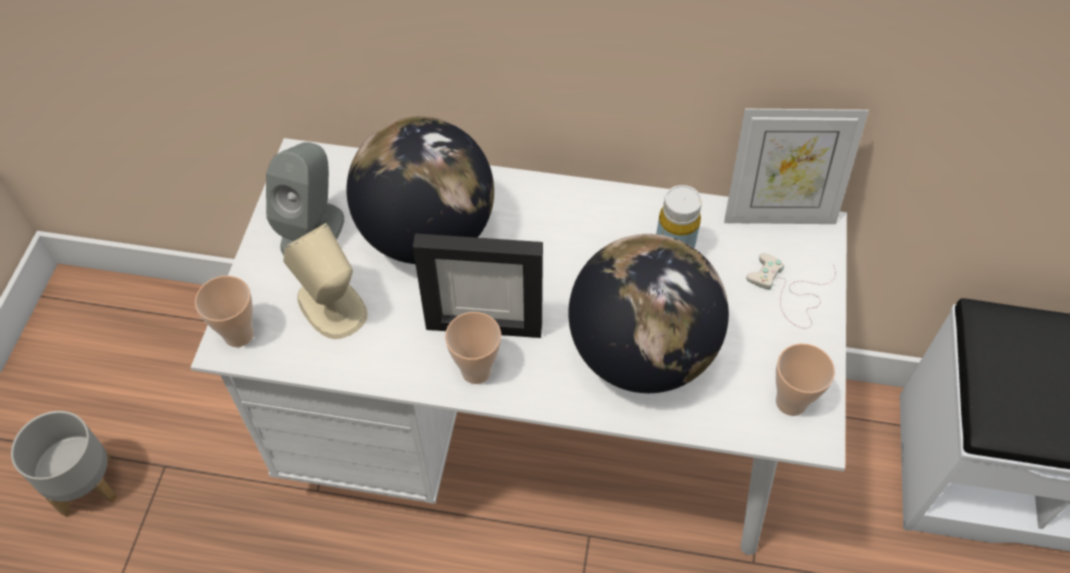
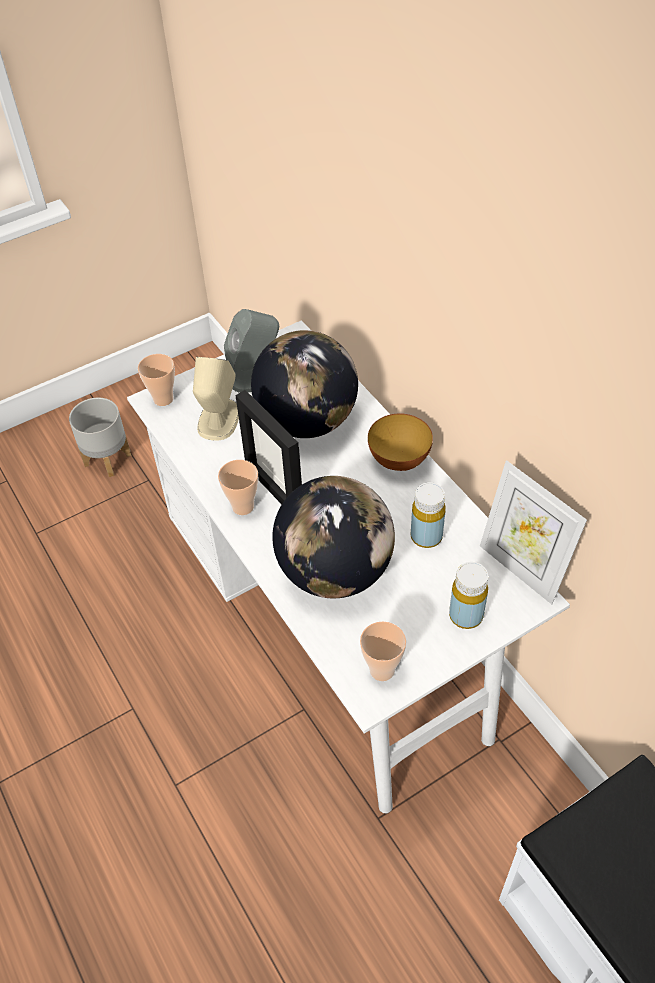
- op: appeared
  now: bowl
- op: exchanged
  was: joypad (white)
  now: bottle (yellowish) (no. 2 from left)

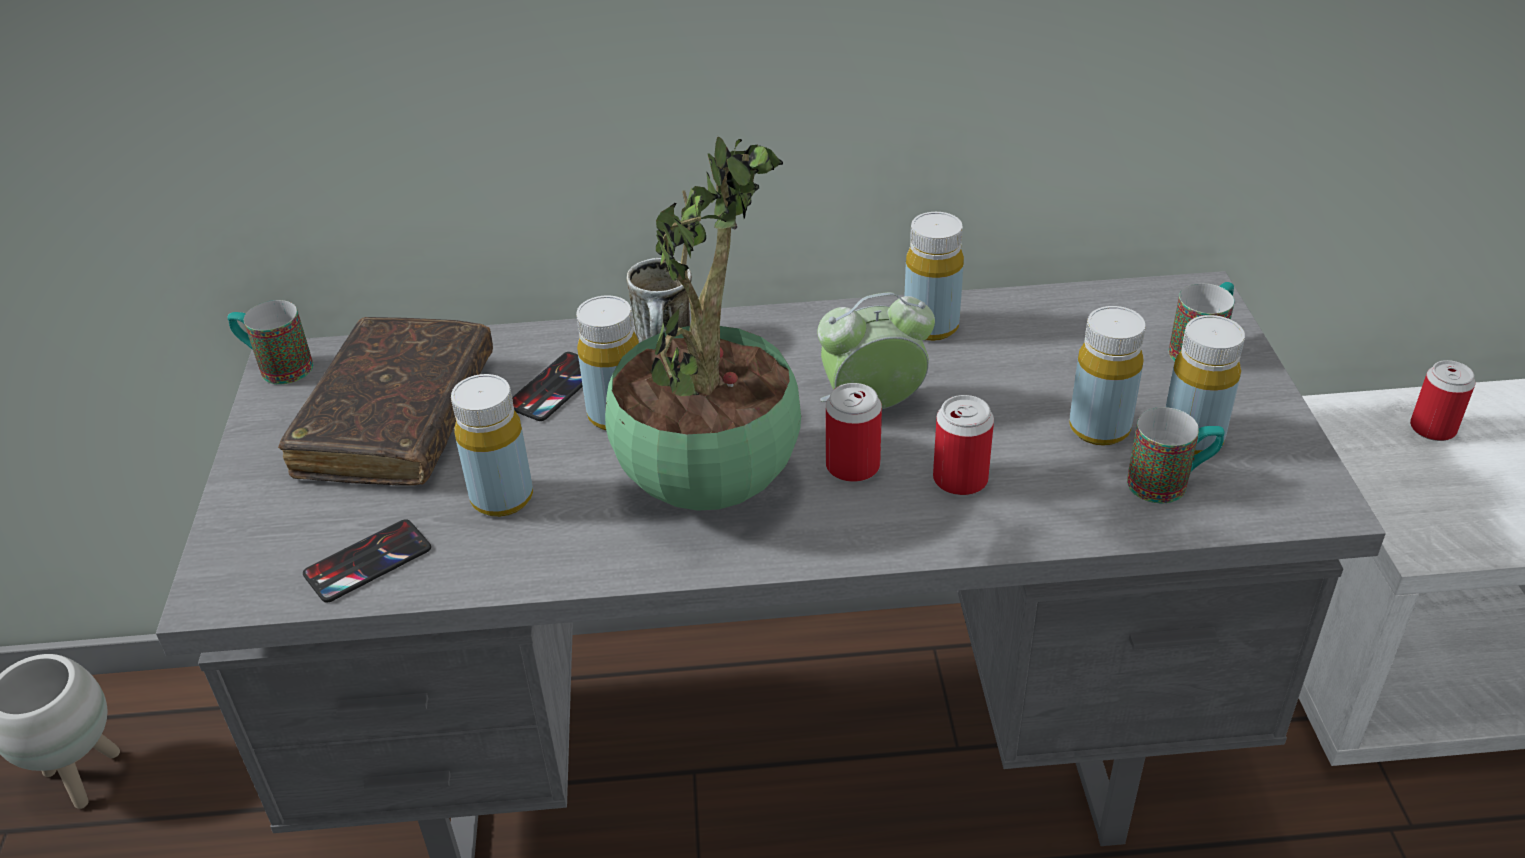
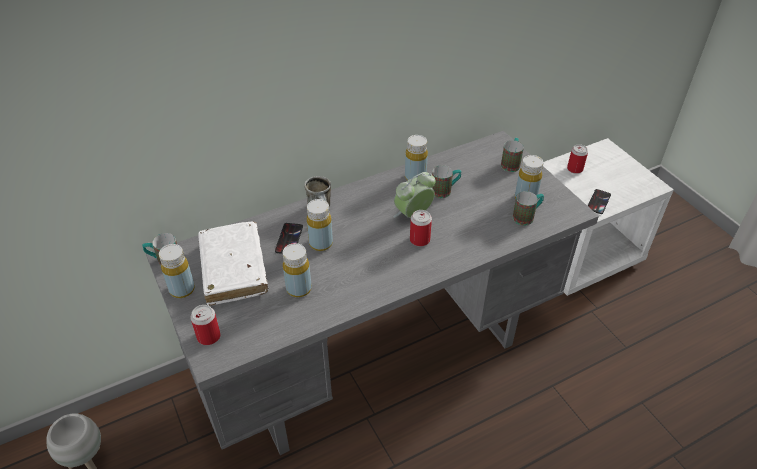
- op: relocated
  was: bottle (yellowish) (no. 4 from left in the first image)
  now: bottle (yellowish) (no. 1 from left)
- op: relocated
  was: sealed can (no. 2 from left in the first image)
  now: sealed can (no. 1 from left)
- op: colour
  was: book (brownish)
  now: book (white)
- op: appeared
  now: coffee mug (no. 3 from left)
- op: relocated
  was: telephone (no. 1 from left in the first image)
  now: telephone (no. 2 from left)
- op: missing
  was: plant in a pot

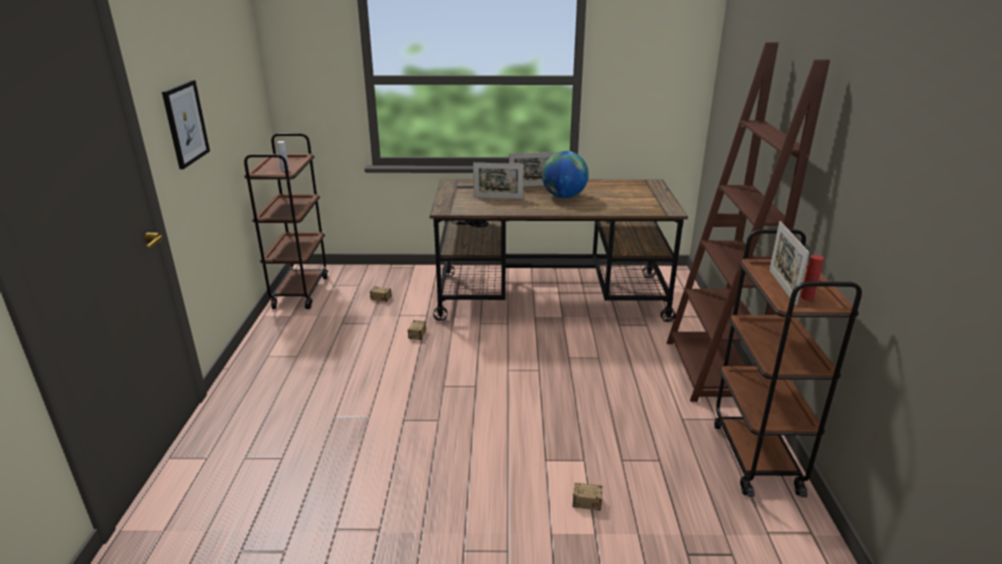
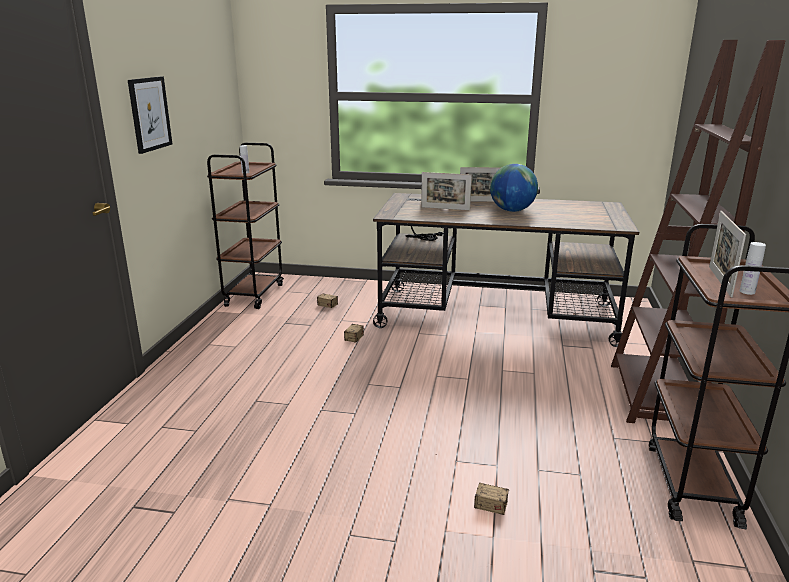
- op: colour
  was: bottle (reddish)
  now: bottle (white) (no. 2 from left)

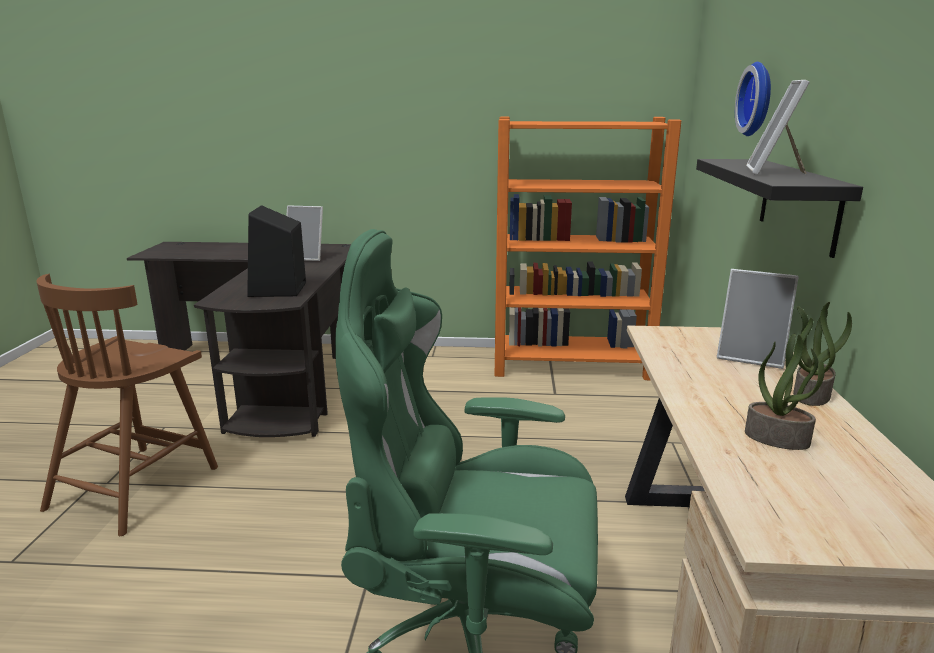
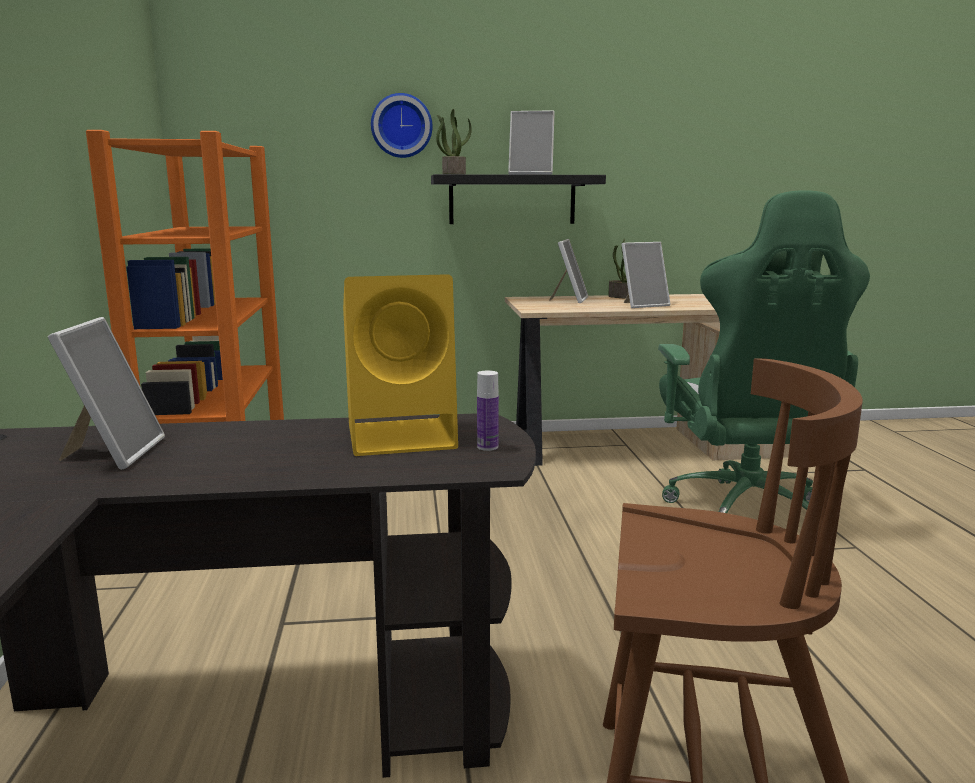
- op: colour
  was: speaker (black-coloured)
  now: speaker (yellowish)
- op: relocated
  was: plant in a pot (no. 1 from left)
- op: appeared
  now: bottle
- op: appeared
  now: photo frame (no. 4 from left)

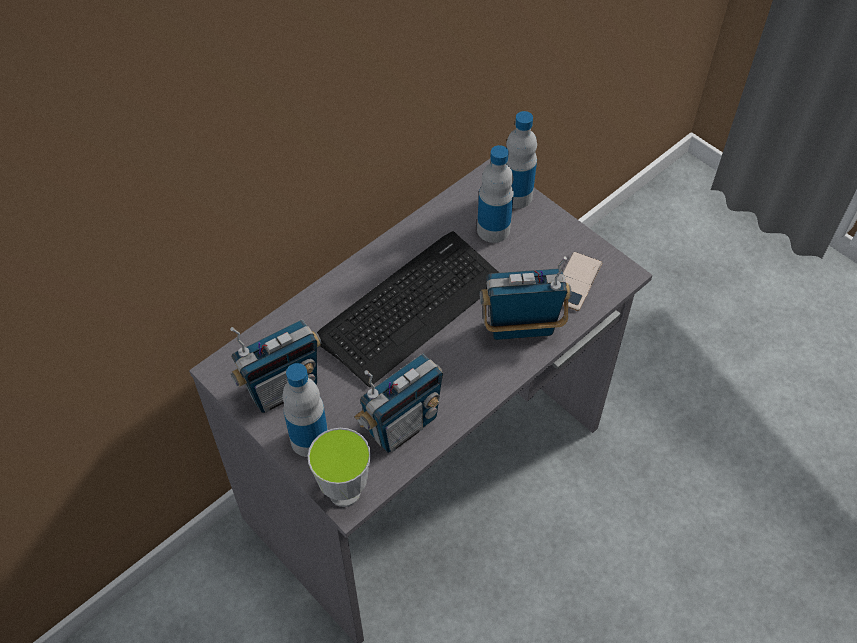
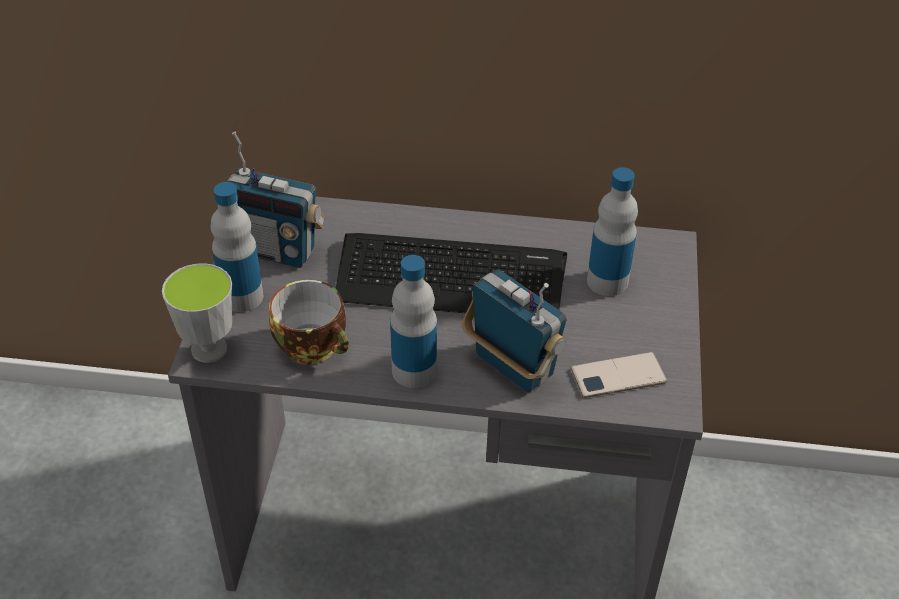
- op: exchanged
  was: radio receiver (no. 2 from left)
  now: cup (no. 2 from left)
- op: relocated
  was: bottle (no. 3 from left in the first image)
  now: bottle (no. 2 from left)

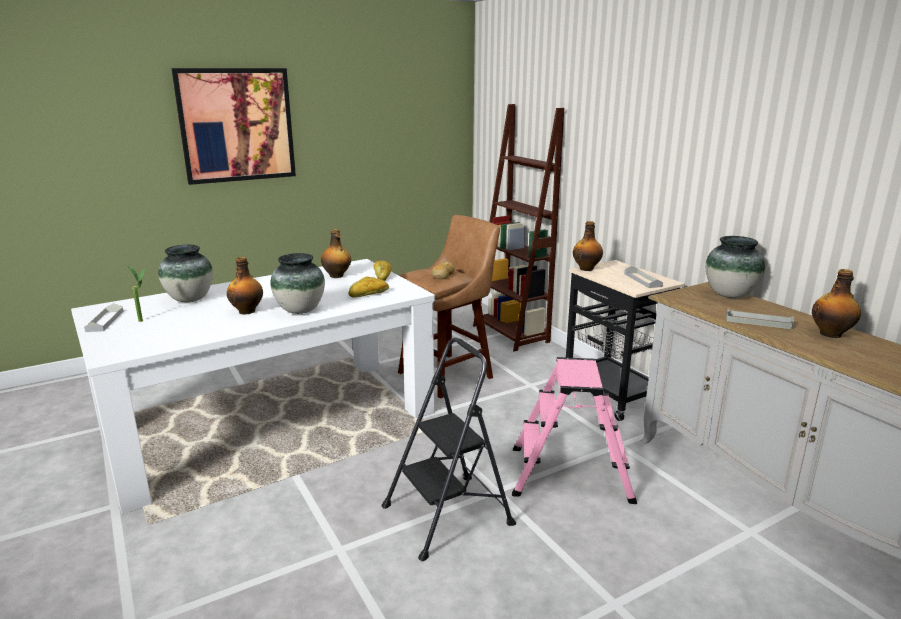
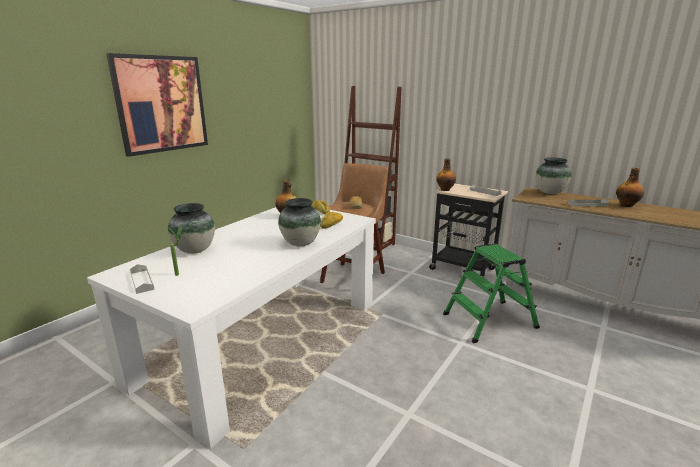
- op: colour
  was: step ladder (pinkish)
  now: step ladder (greenish)
- op: missing
  was: bottle (no. 1 from left)
- op: missing
  was: step ladder (black-coloured)

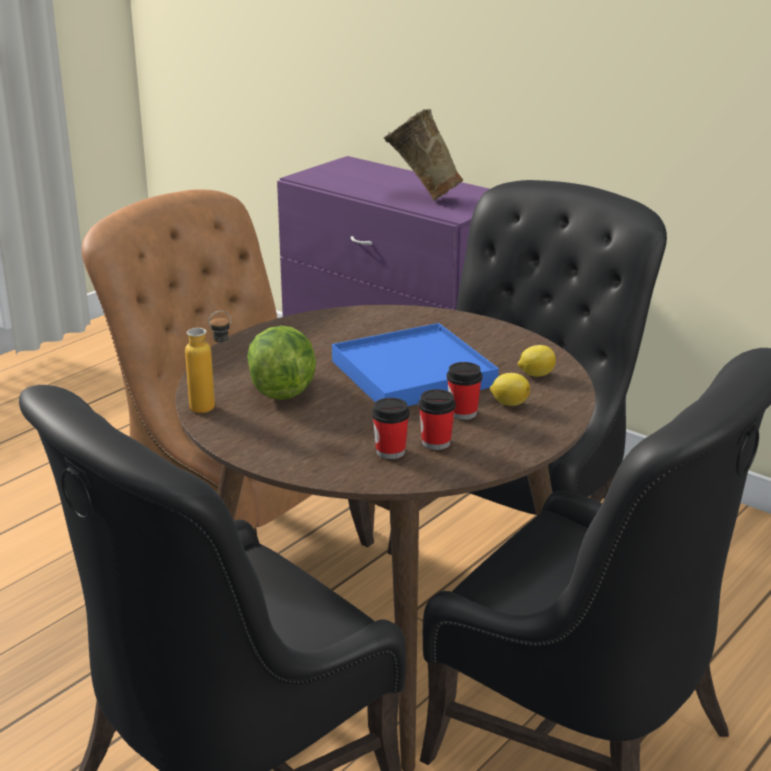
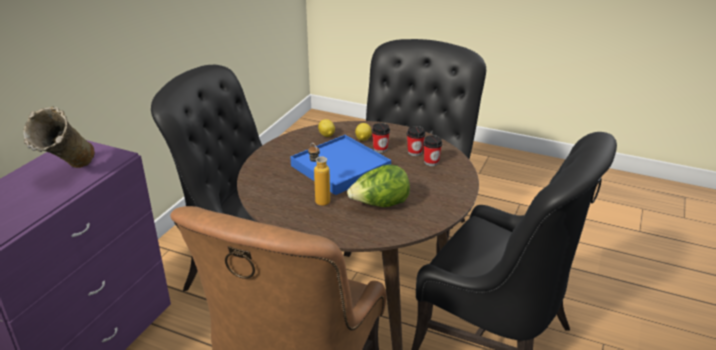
- op: relocated
  was: bottle

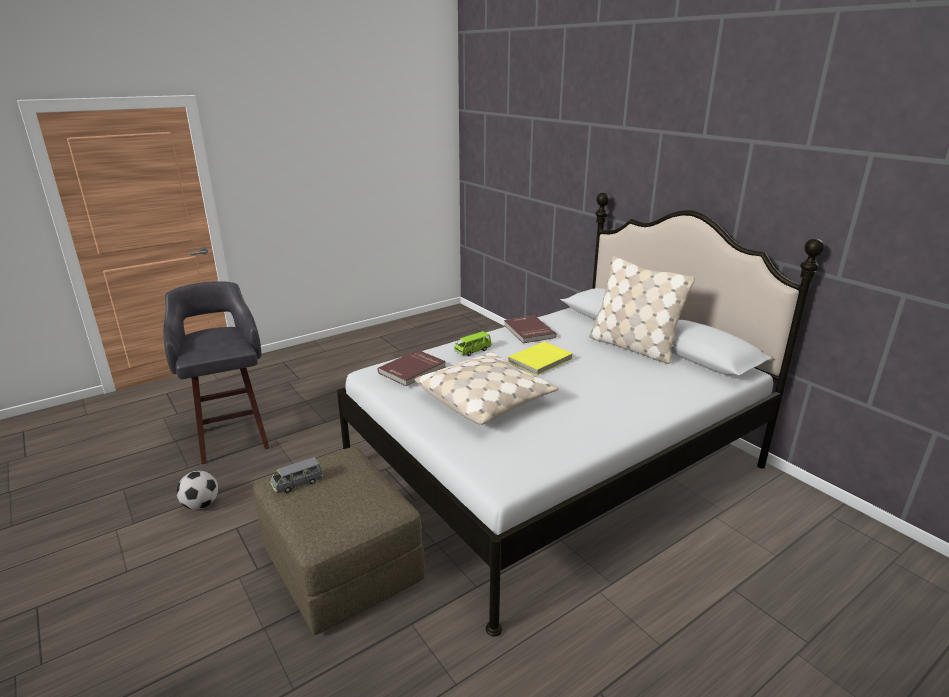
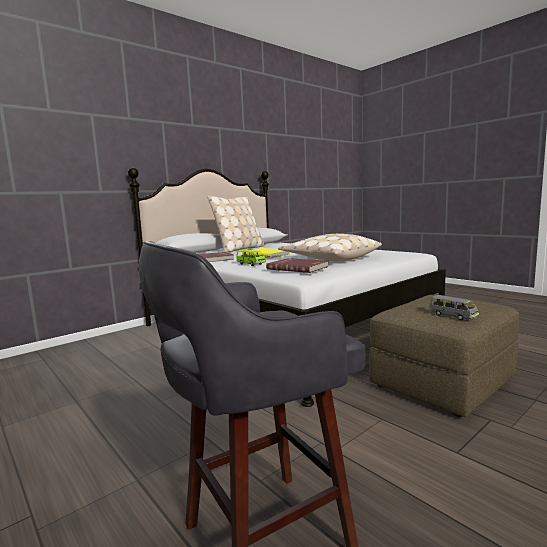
- op: missing
  was: football ball

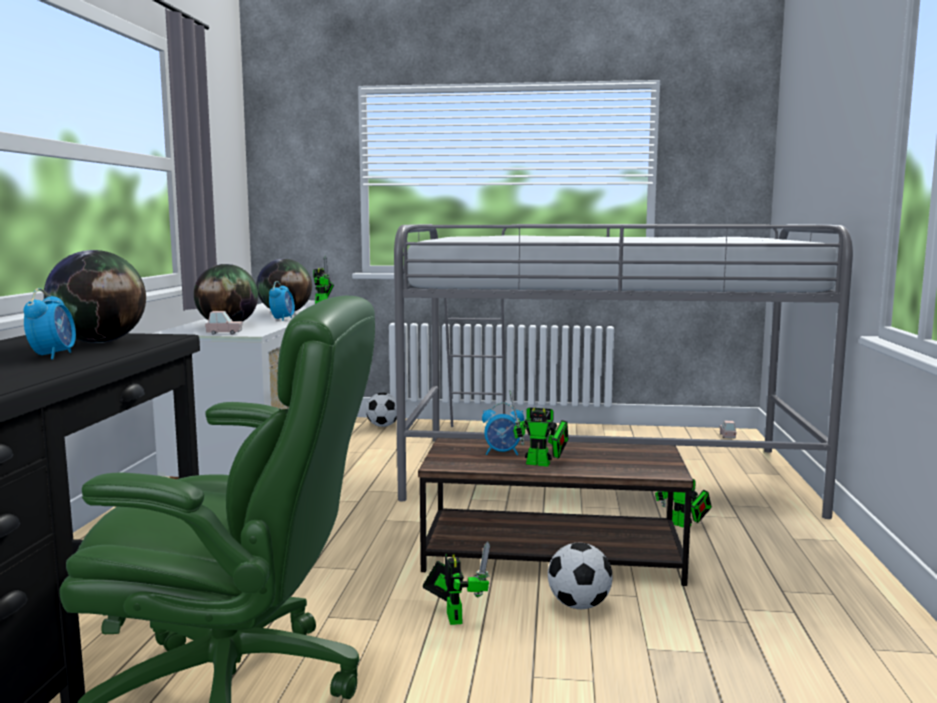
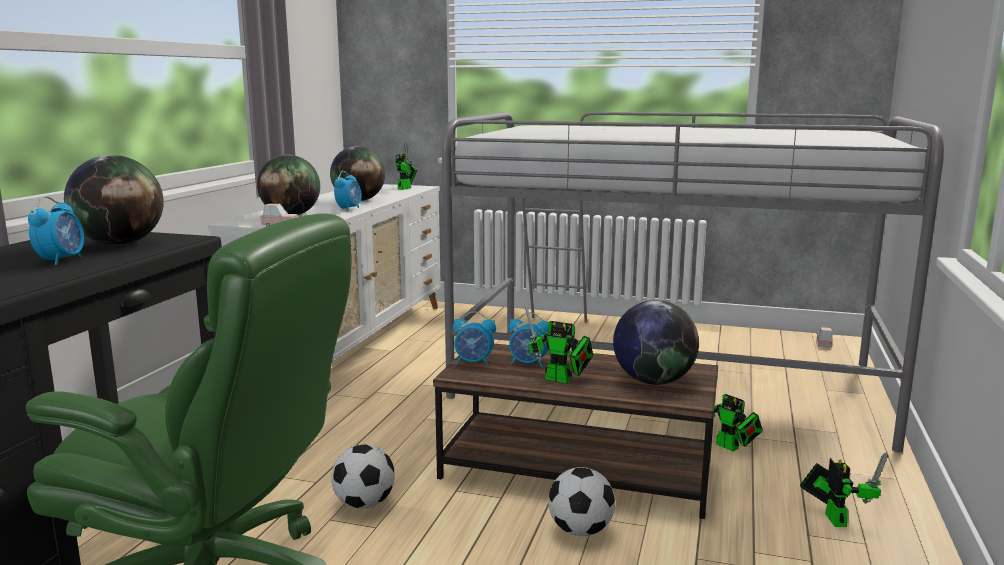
- op: relocated
  was: football ball (no. 1 from left)
- op: appeared
  now: alarm clock (no. 3 from left)
- op: appeared
  now: desk globe (no. 4 from left)
- op: relocated
  was: model robot (no. 2 from left in the first image)
  now: model robot (no. 4 from left)

